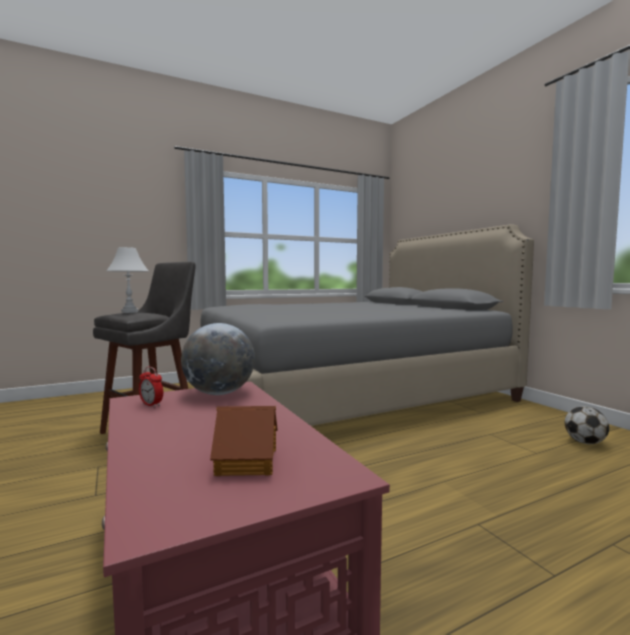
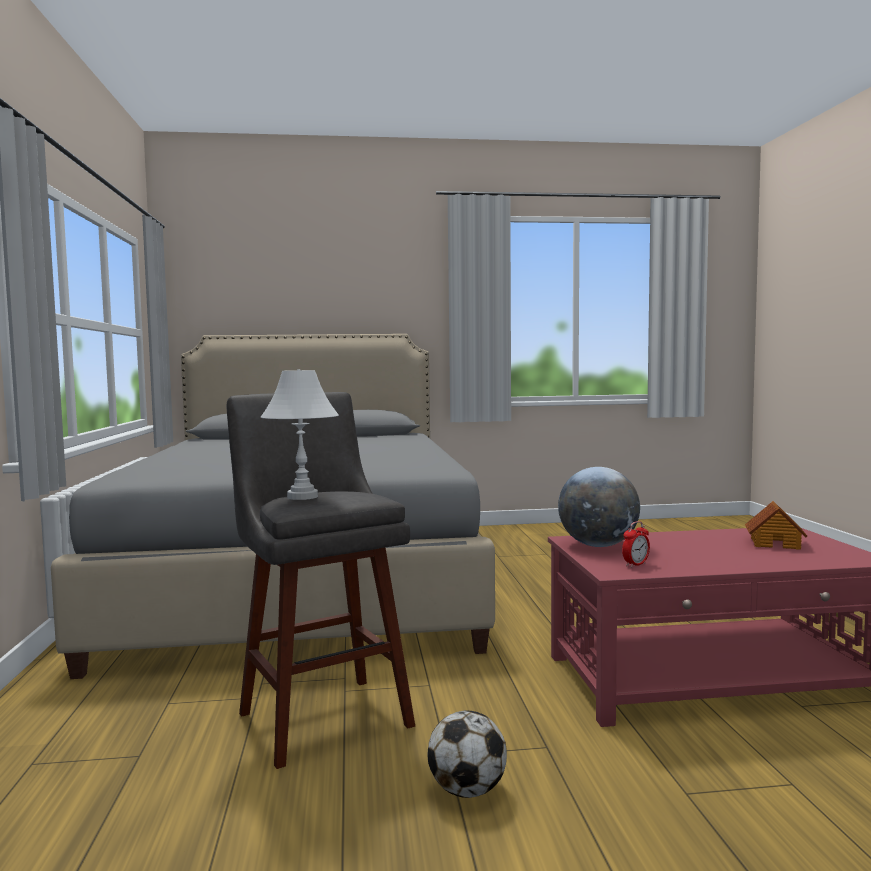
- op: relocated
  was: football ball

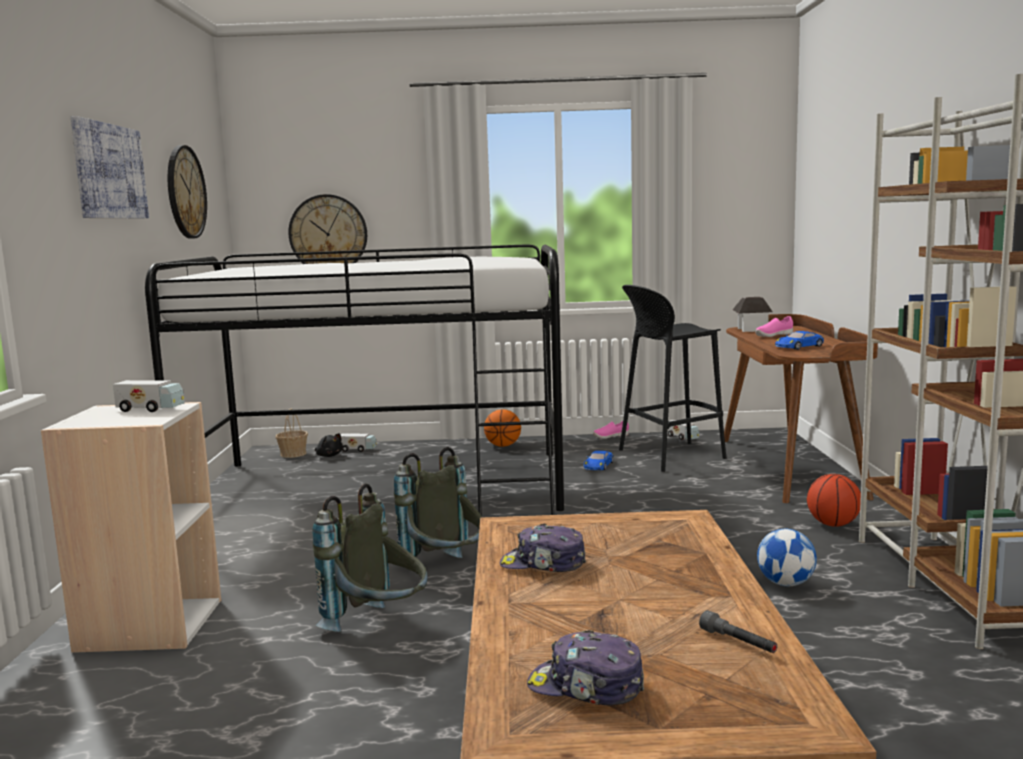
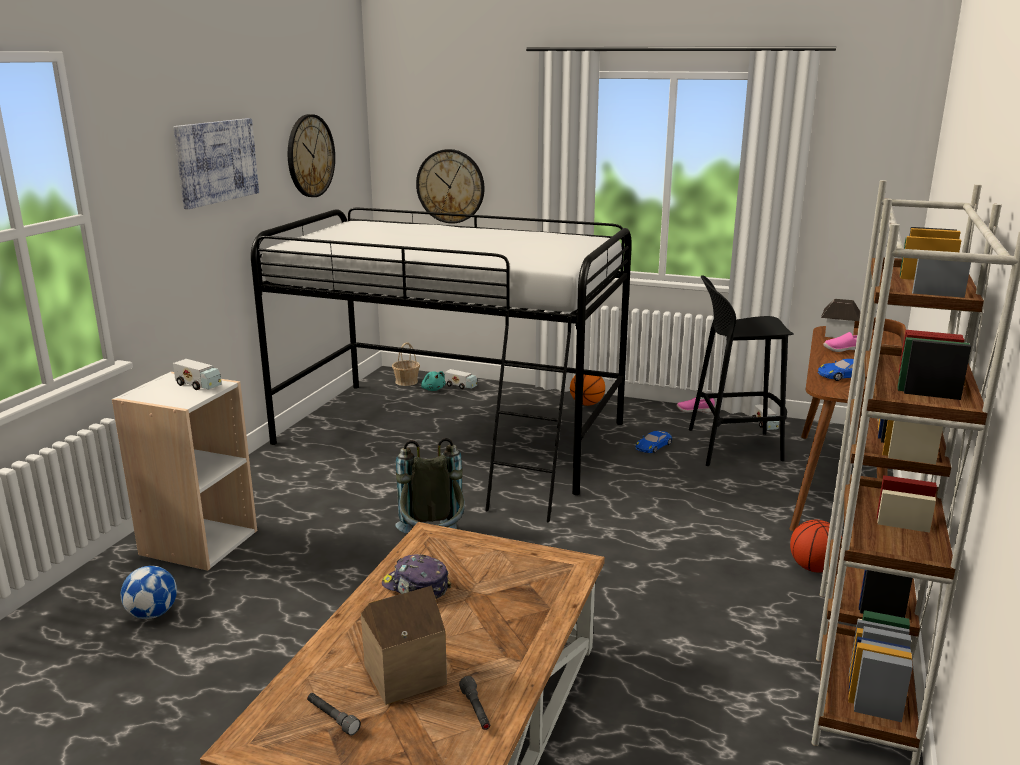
- op: relocated
  was: football ball
- op: exchanged
  was: peaked cap (no. 2 from left)
  now: torch (greyish) (no. 1 from left)
- op: appeared
  now: miniature house (no. 1 from left)
- op: colour
  was: cuddly toy (black-coloured)
  now: cuddly toy (turquoise)
- op: missing
  was: rucksack (greyish) (no. 1 from left)

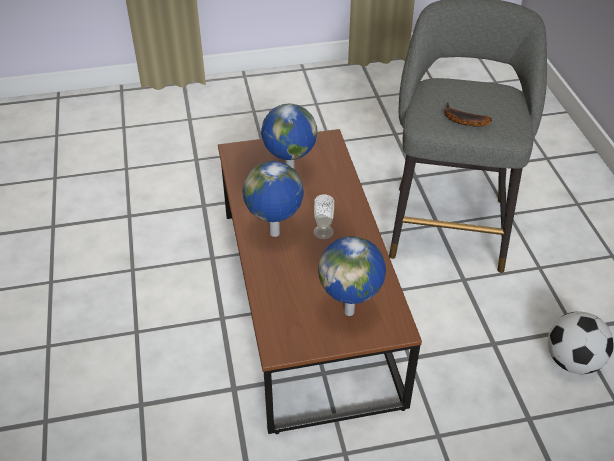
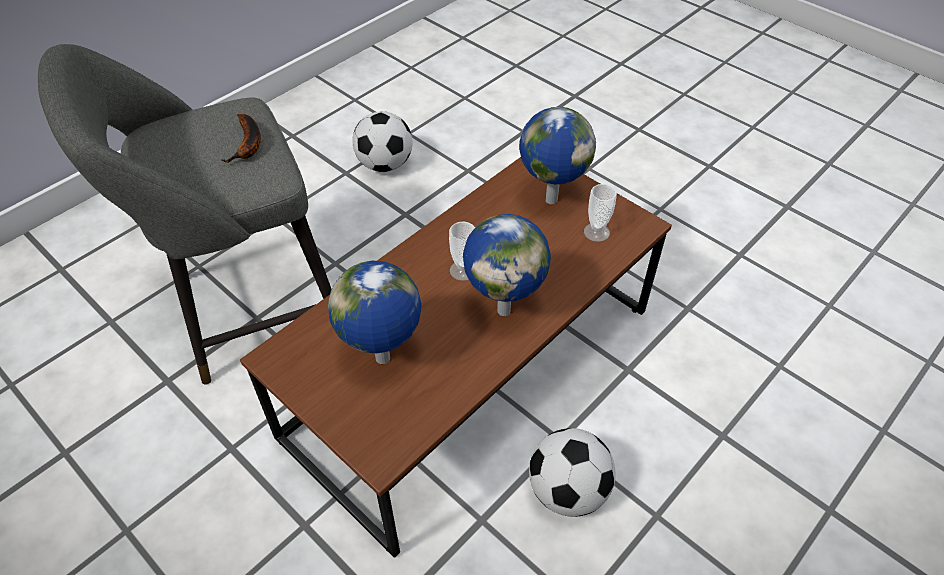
- op: appeared
  now: football ball (no. 2 from left)
- op: appeared
  now: cup (no. 2 from left)

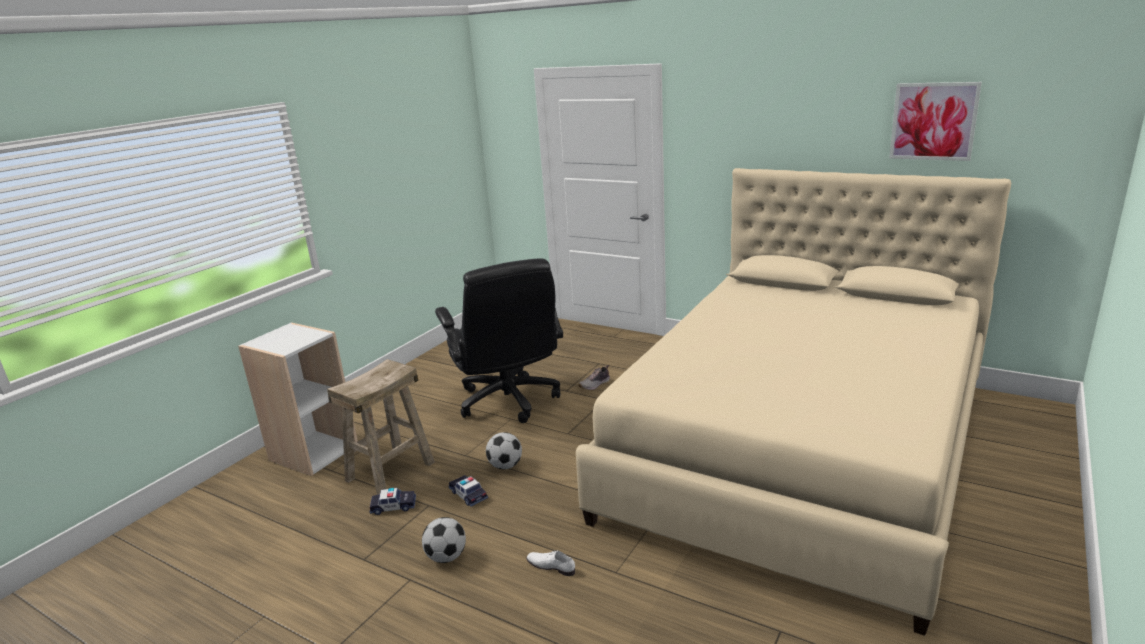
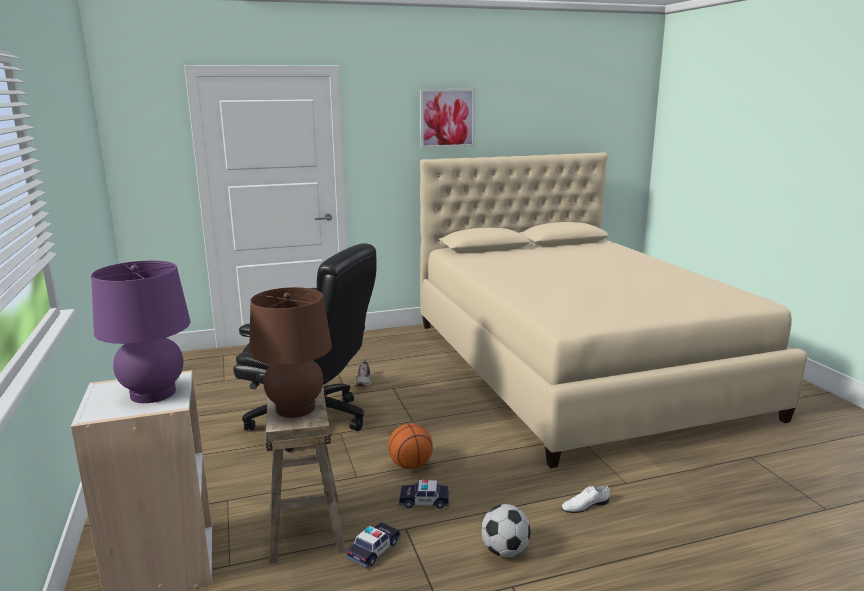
- op: appeared
  now: lamp for a table (purple)
- op: appeared
  now: lamp for a table (brownish)
- op: exchanged
  was: football ball (no. 2 from left)
  now: basketball
- op: relocated
  was: picture

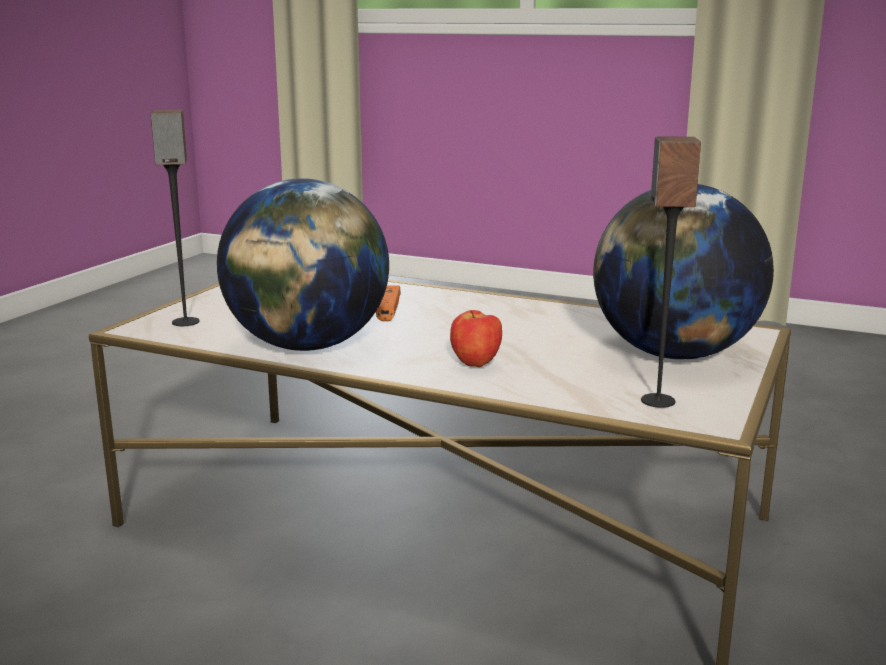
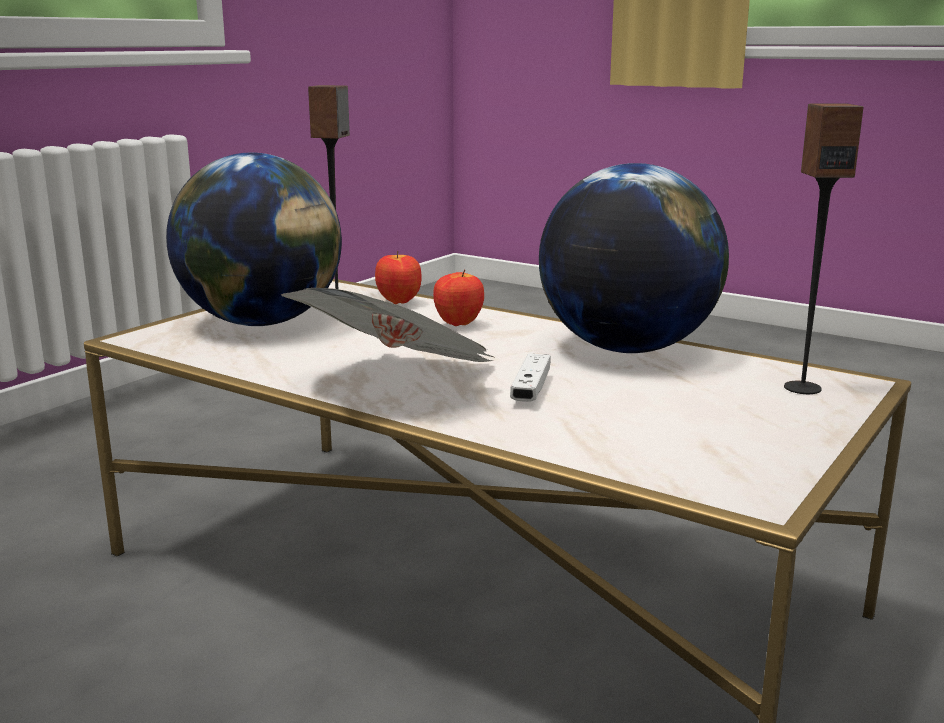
- op: appeared
  now: daily paper
- op: appeared
  now: whole apple (no. 1 from left)
- op: colour
  was: joypad (orangey)
  now: joypad (white)

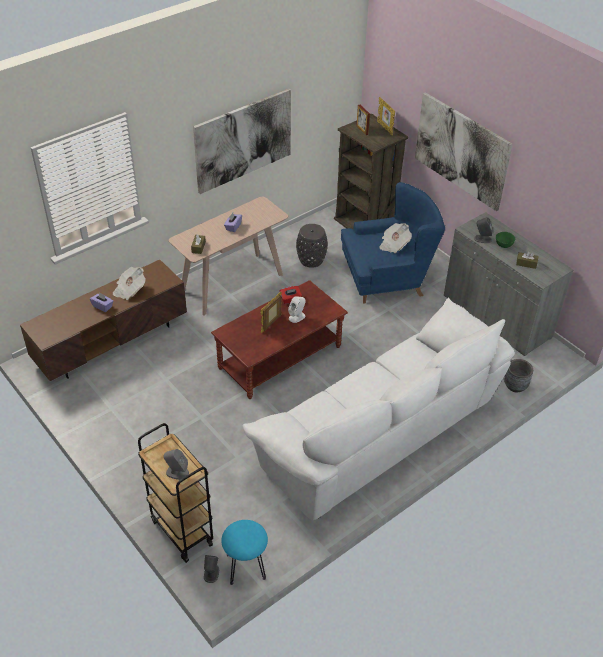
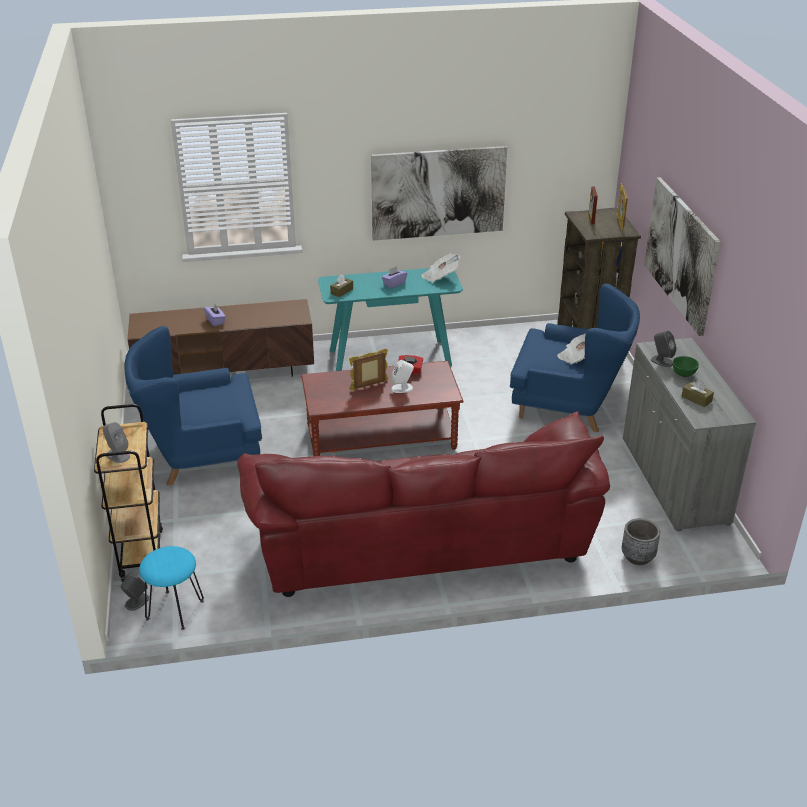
- op: appeared
  now: lounge chair (bluish) (no. 1 from left)
- op: colour
  was: couch (white)
  now: couch (reddish)
- op: colour
  was: console table (beige-coloured)
  now: console table (turquoise)
- op: relocated
  was: daily paper (no. 1 from left)
- op: missing
  was: stool seat (greyish)

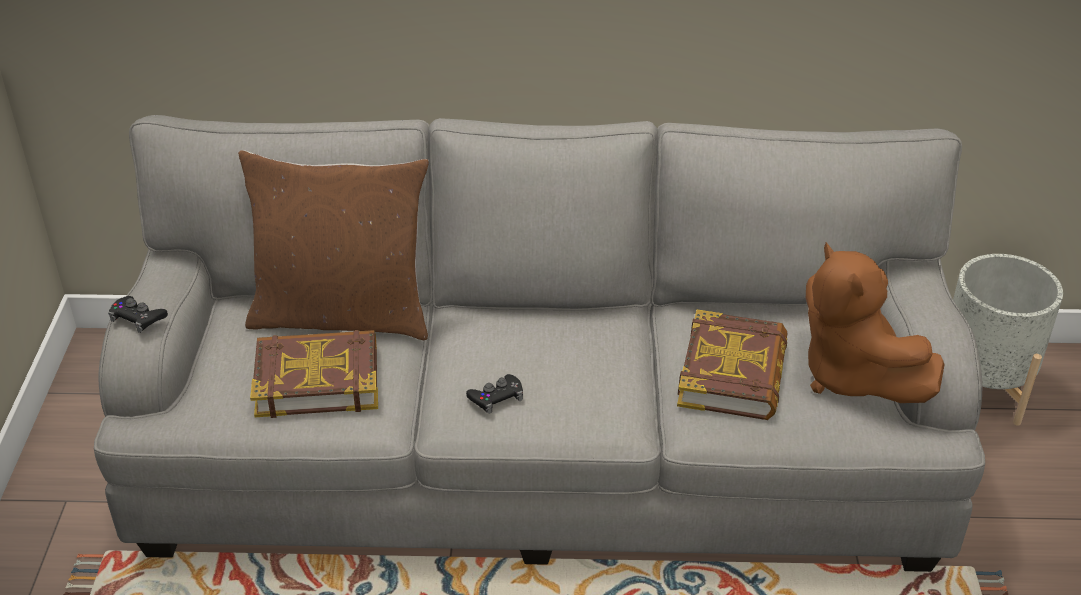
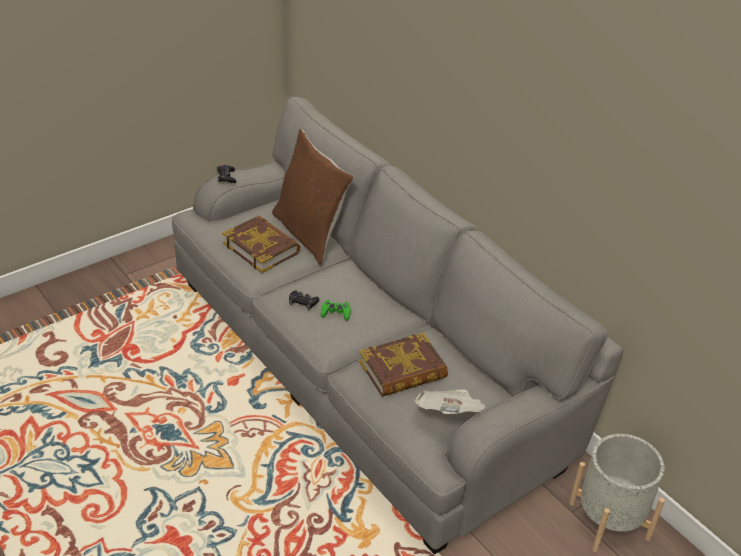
- op: appeared
  now: joypad (greenish)
- op: exchanged
  was: cuddly toy (brownish)
  now: daily paper

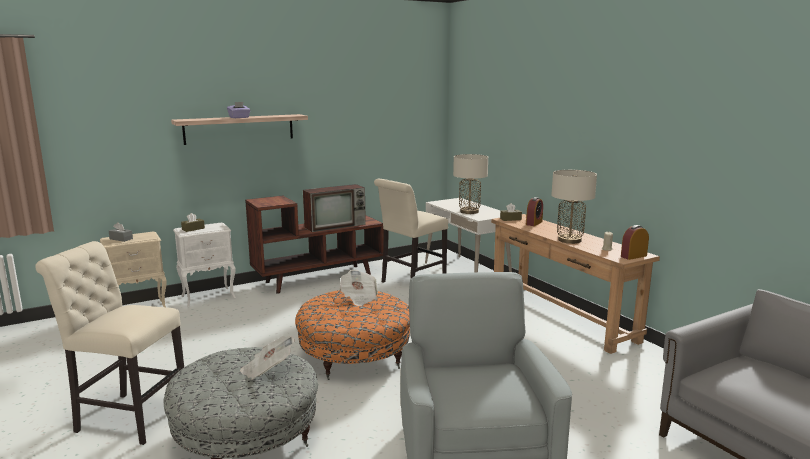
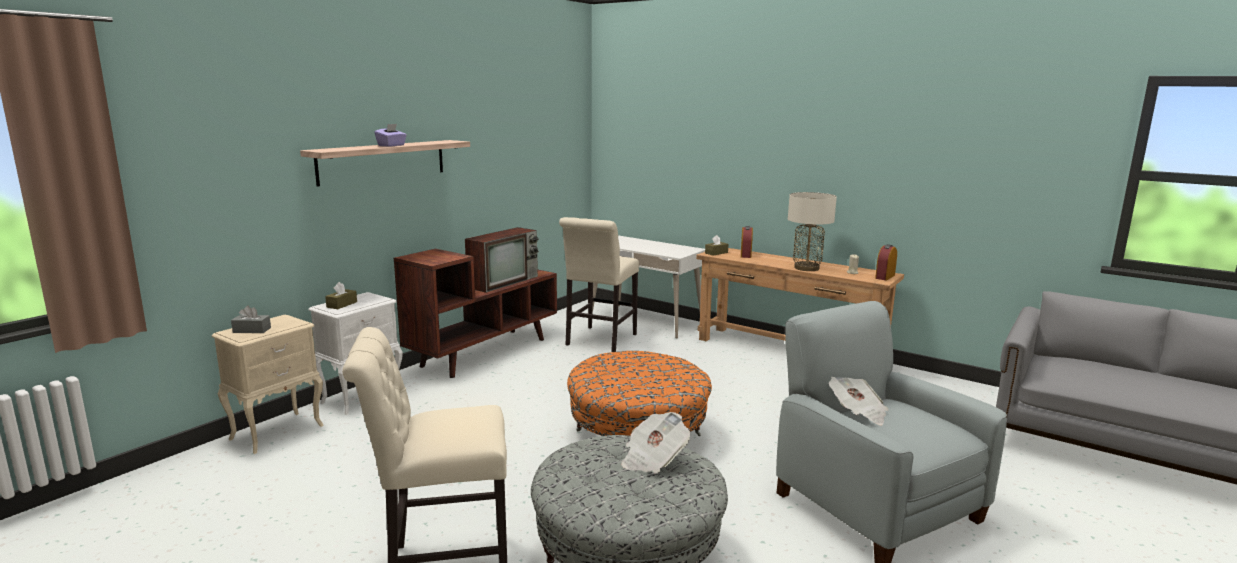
- op: relocated
  was: daily paper (no. 2 from left)
- op: missing
  was: lamp for a table (no. 1 from left)

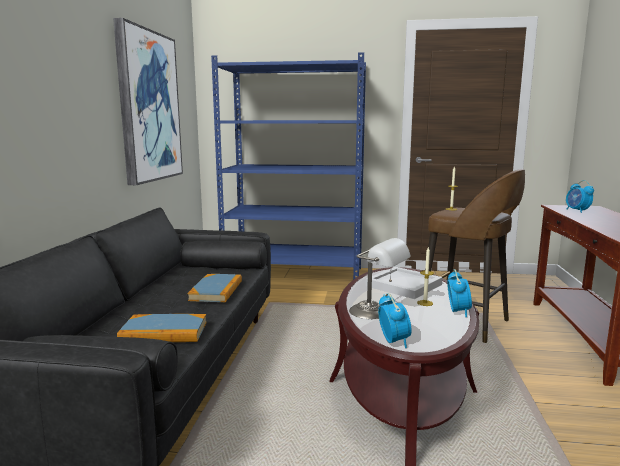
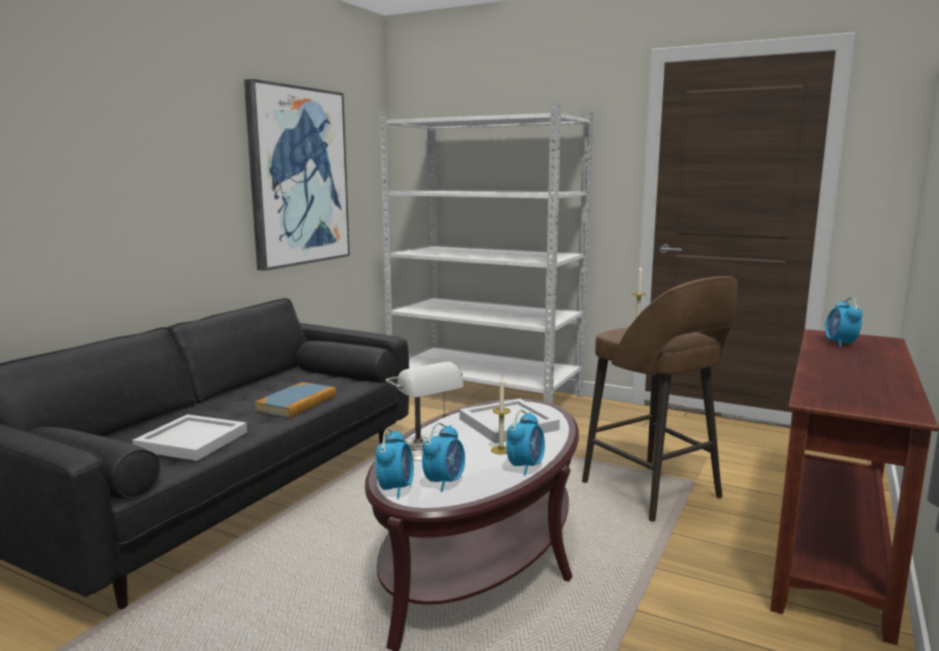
- op: exchanged
  was: book (no. 1 from left)
  now: tray (white) (no. 1 from left)
- op: colour
  was: bookcase (bluish)
  now: bookcase (white)
- op: appeared
  now: alarm clock (no. 2 from left)

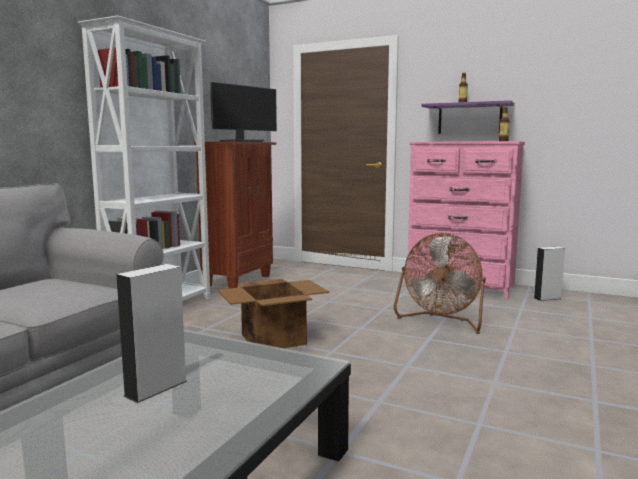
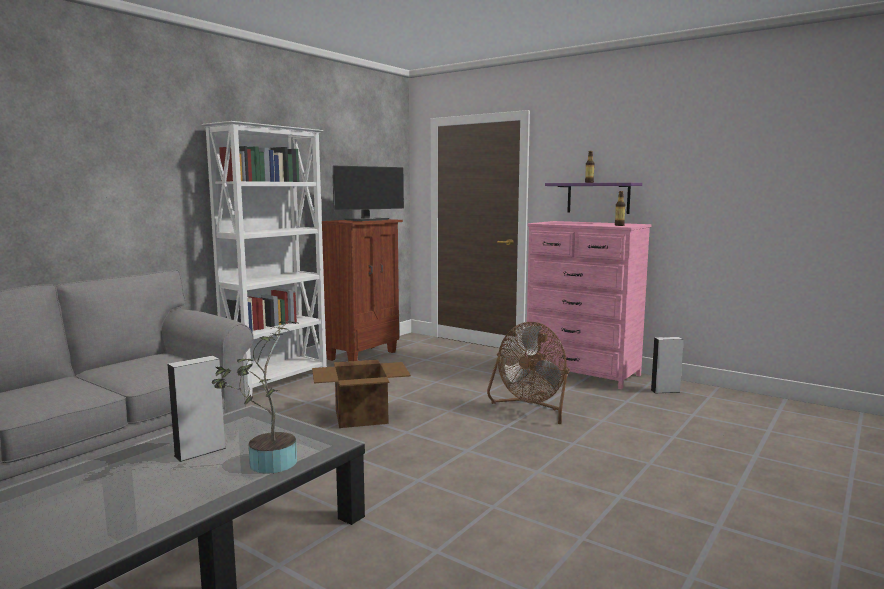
- op: appeared
  now: plant in a pot

